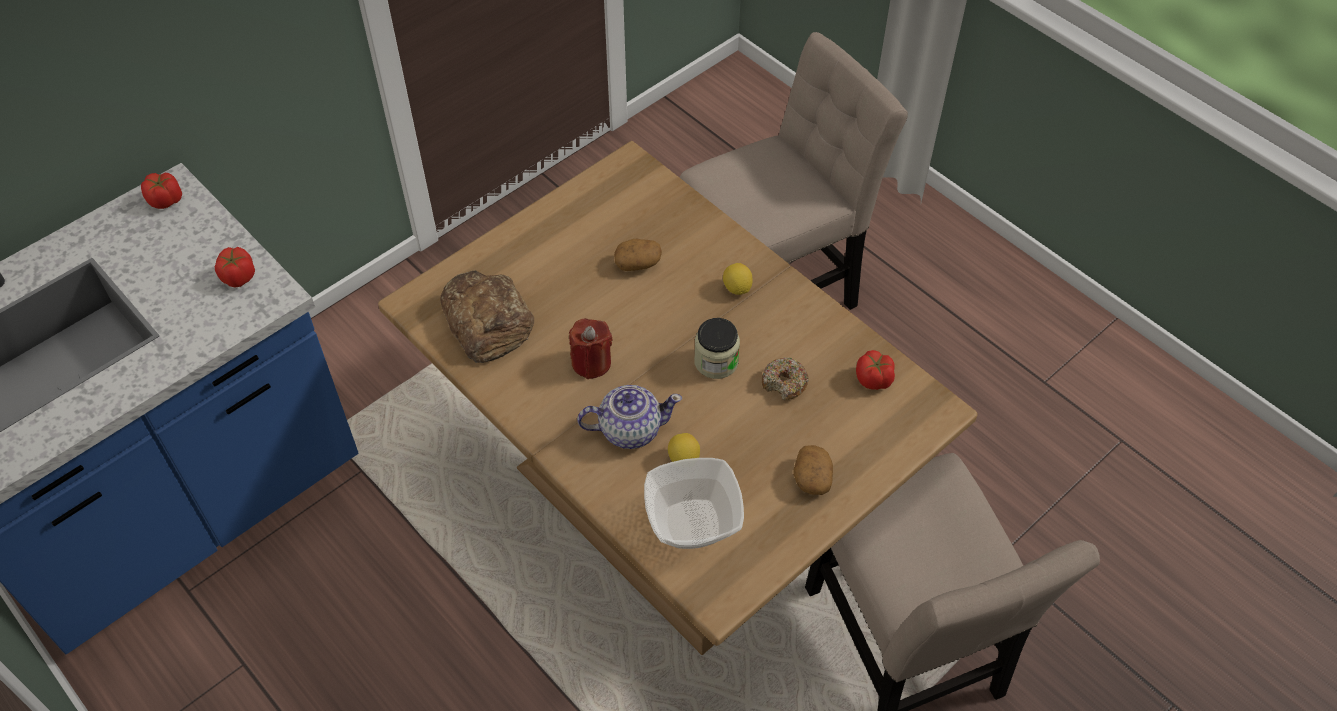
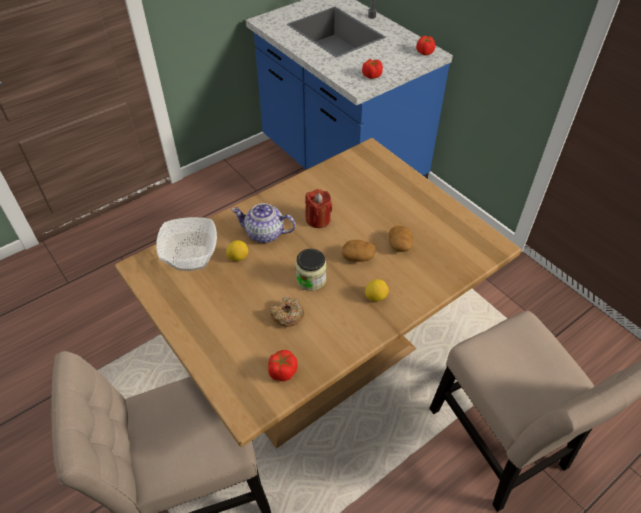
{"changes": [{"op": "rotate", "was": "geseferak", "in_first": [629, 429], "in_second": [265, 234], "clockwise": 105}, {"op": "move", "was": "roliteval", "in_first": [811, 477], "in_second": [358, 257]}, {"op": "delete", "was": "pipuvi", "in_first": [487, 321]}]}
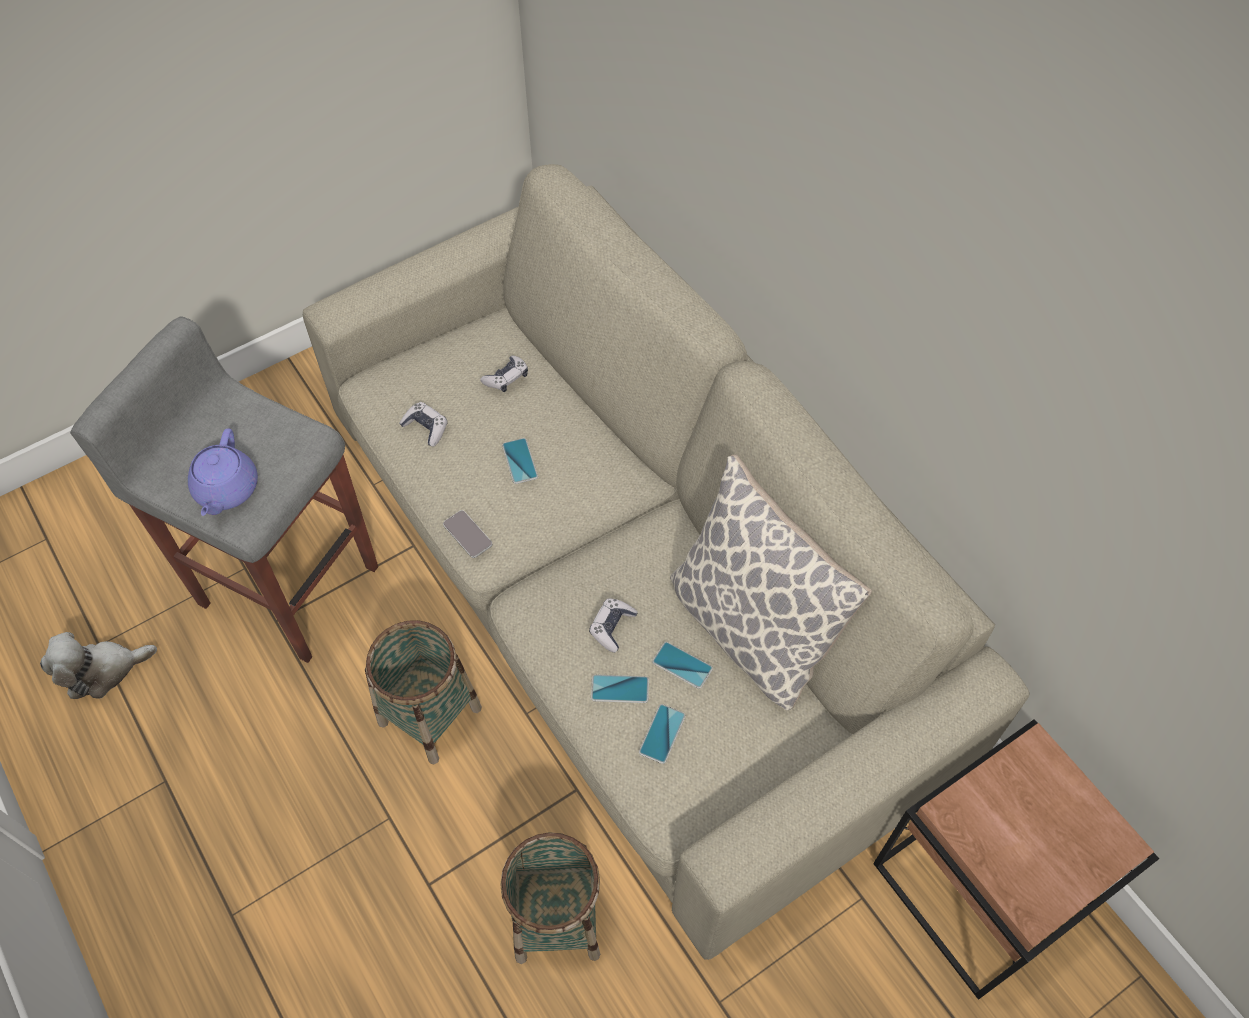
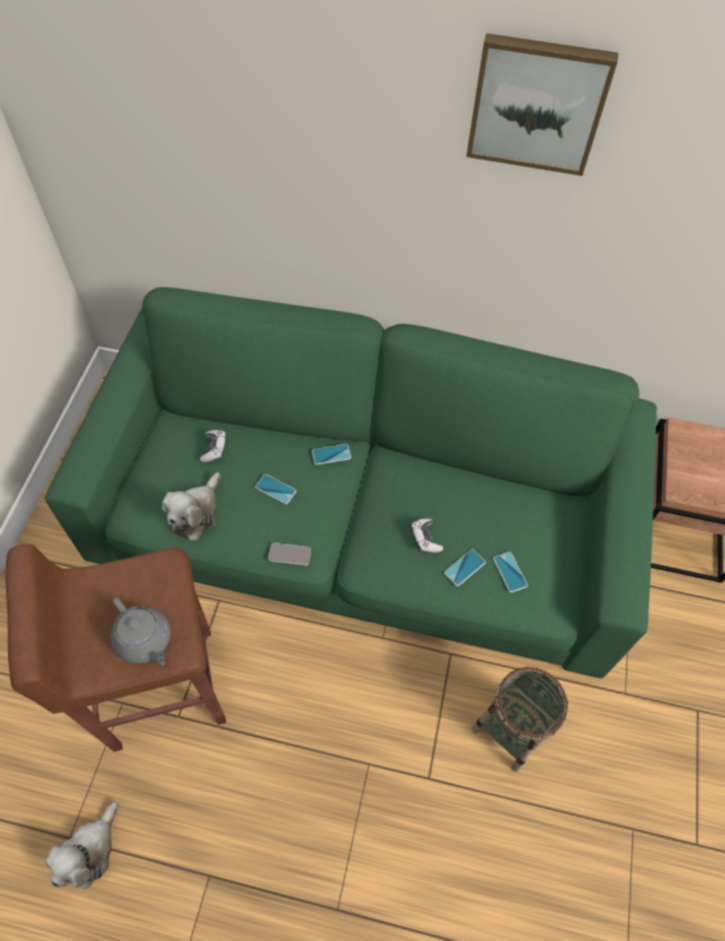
{"changes": [{"op": "recolor", "was": "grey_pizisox", "now": "brown_pizisox", "in_first": [287, 582], "in_second": [161, 687]}, {"op": "recolor", "was": "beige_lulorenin", "now": "green_lulorenin", "in_first": [625, 580], "in_second": [360, 521]}, {"op": "recolor", "was": "purple_geseferak", "now": "grey_geseferak", "in_first": [226, 490], "in_second": [144, 640]}, {"op": "replace", "was": "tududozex", "now": "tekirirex", "in_first": [426, 428], "in_second": [196, 513]}, {"op": "move", "was": "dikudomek", "in_first": [682, 665], "in_second": [331, 454]}, {"op": "insert", "now": "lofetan", "in_second": [537, 103]}, {"op": "delete", "was": "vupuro", "in_first": [430, 715]}, {"op": "delete", "was": "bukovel", "in_first": [750, 627]}]}
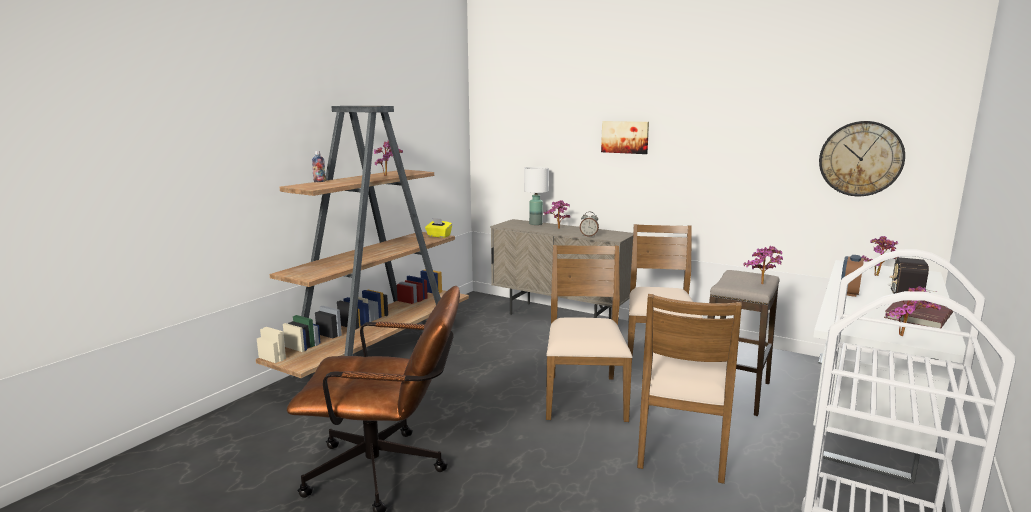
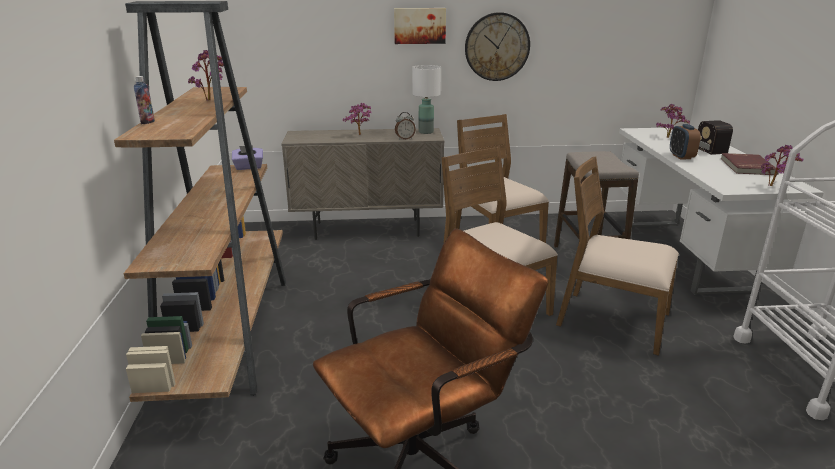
{"changes": [{"op": "recolor", "was": "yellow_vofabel", "now": "purple_vofabel", "in_first": [438, 236], "in_second": [249, 167]}, {"op": "move", "was": "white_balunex", "in_first": [536, 224], "in_second": [426, 132]}, {"op": "move", "was": "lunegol", "in_first": [860, 158], "in_second": [497, 47]}, {"op": "rotate", "was": "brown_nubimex", "in_first": [682, 445], "in_second": [612, 320], "clockwise": 135}, {"op": "delete", "was": "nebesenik", "in_first": [763, 285]}]}
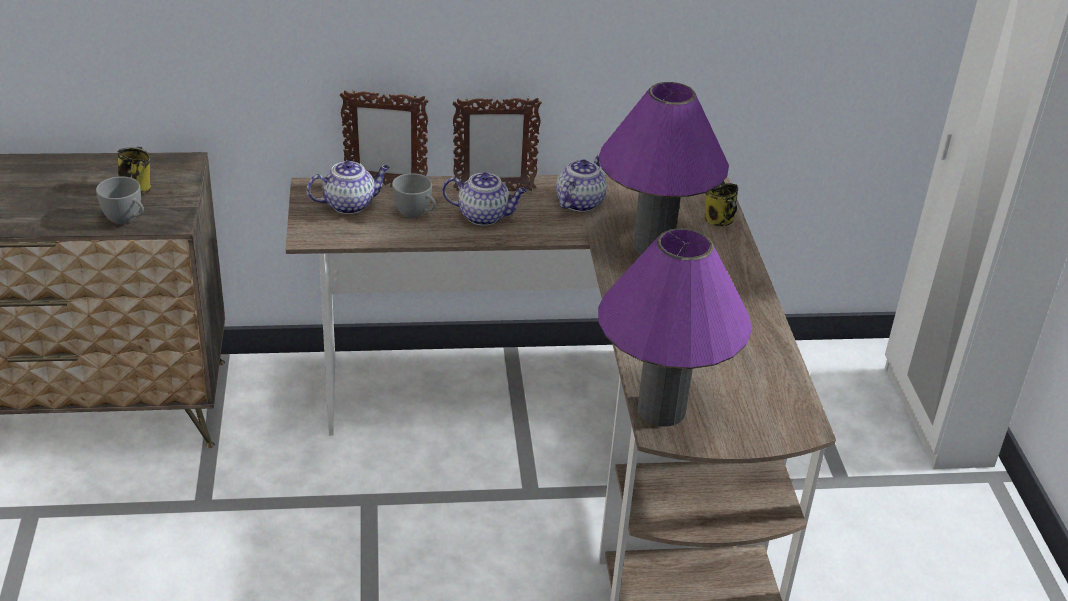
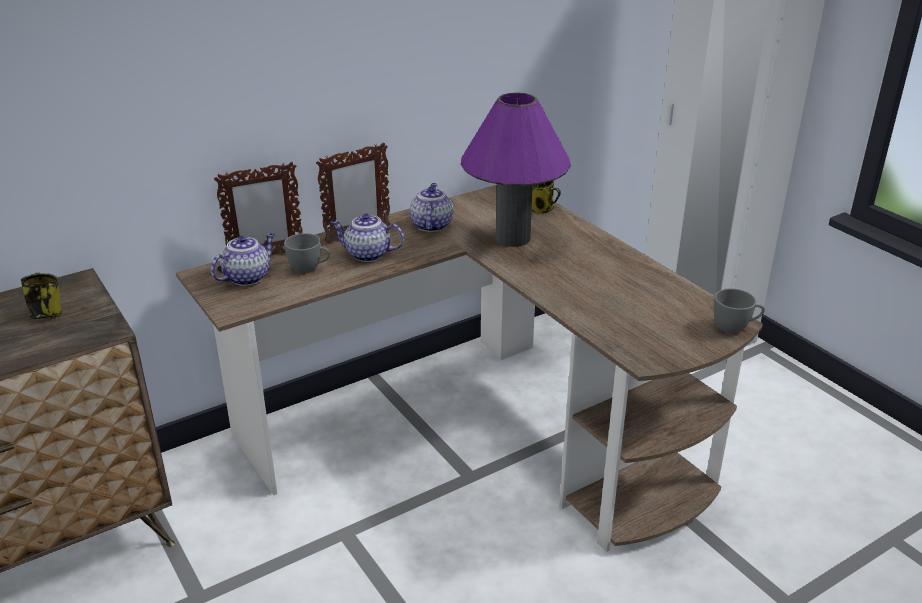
{"changes": [{"op": "rotate", "was": "geseferak", "in_first": [484, 216], "in_second": [367, 254], "clockwise": -150}, {"op": "move", "was": "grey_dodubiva", "in_first": [126, 219], "in_second": [735, 327]}, {"op": "delete", "was": "purple_balunex", "in_first": [661, 410]}]}
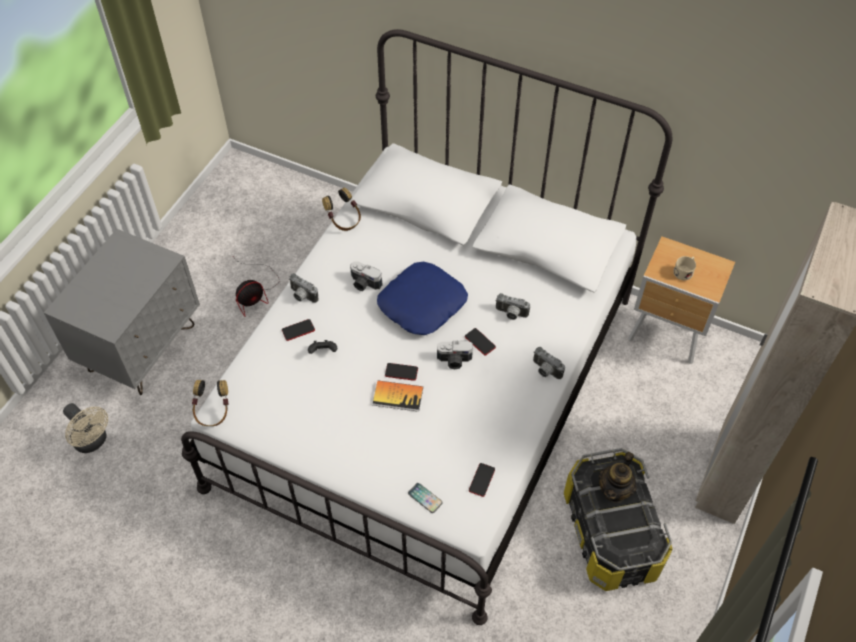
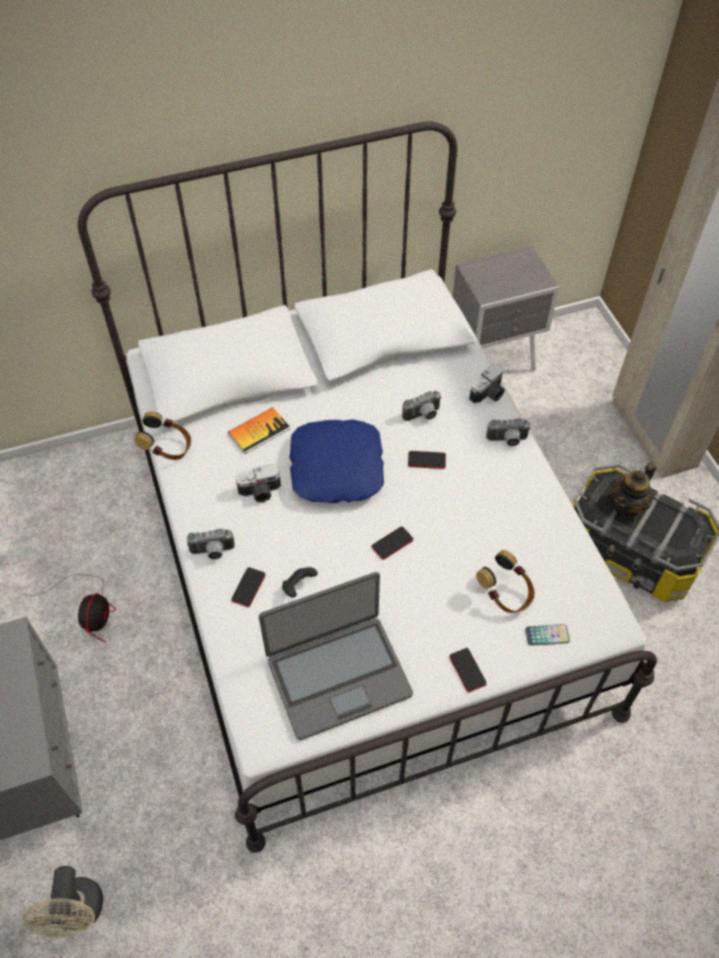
{"changes": [{"op": "rotate", "was": "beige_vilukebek", "in_first": [93, 442], "in_second": [78, 914], "clockwise": 90}, {"op": "move", "was": "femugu", "in_first": [398, 396], "in_second": [259, 431]}, {"op": "insert", "now": "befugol", "in_second": [338, 675]}, {"op": "move", "was": "dikudomek", "in_first": [482, 480], "in_second": [467, 670]}, {"op": "recolor", "was": "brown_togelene", "now": "grey_togelene", "in_first": [668, 336], "in_second": [494, 362]}, {"op": "move", "was": "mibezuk", "in_first": [454, 360], "in_second": [489, 394]}, {"op": "move", "was": "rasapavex", "in_first": [213, 412], "in_second": [505, 594]}, {"op": "rotate", "was": "geseferak", "in_first": [615, 490], "in_second": [627, 506], "clockwise": 60}, {"op": "delete", "was": "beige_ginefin", "in_first": [684, 271]}]}
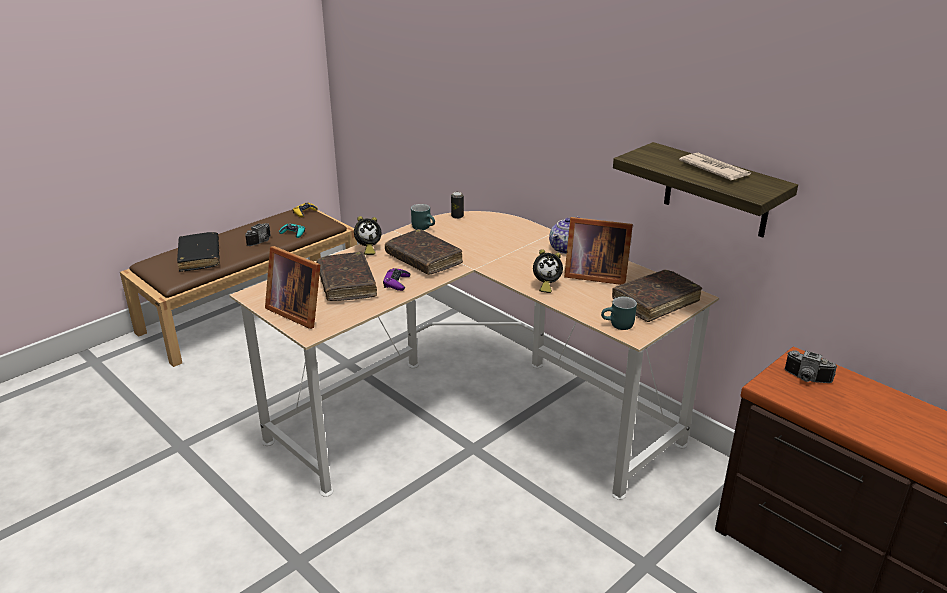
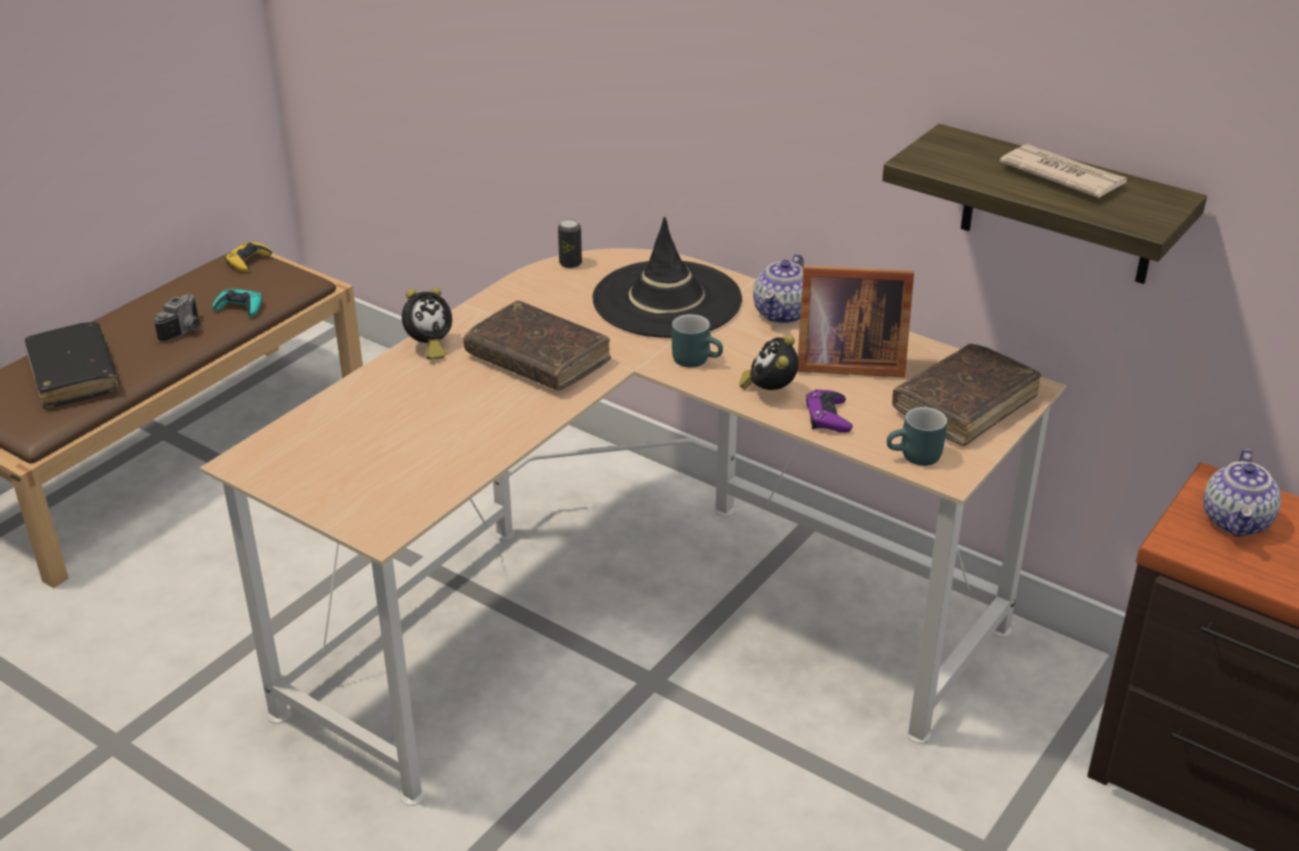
{"changes": [{"op": "insert", "now": "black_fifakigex", "in_second": [667, 300]}, {"op": "move", "was": "turquoise_ginefin", "in_first": [424, 227], "in_second": [697, 359]}, {"op": "rotate", "was": "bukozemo", "in_first": [545, 285], "in_second": [769, 391], "clockwise": 120}, {"op": "move", "was": "purple_tududozex", "in_first": [396, 283], "in_second": [828, 417]}, {"op": "replace", "was": "mibezuk", "now": "geseferak", "in_first": [806, 379], "in_second": [1237, 522]}, {"op": "delete", "was": "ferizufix", "in_first": [297, 311]}, {"op": "delete", "was": "brown_femugu", "in_first": [346, 284]}]}
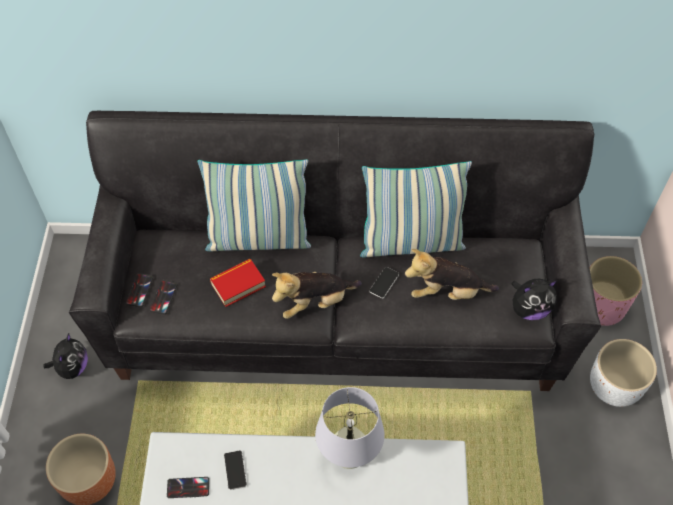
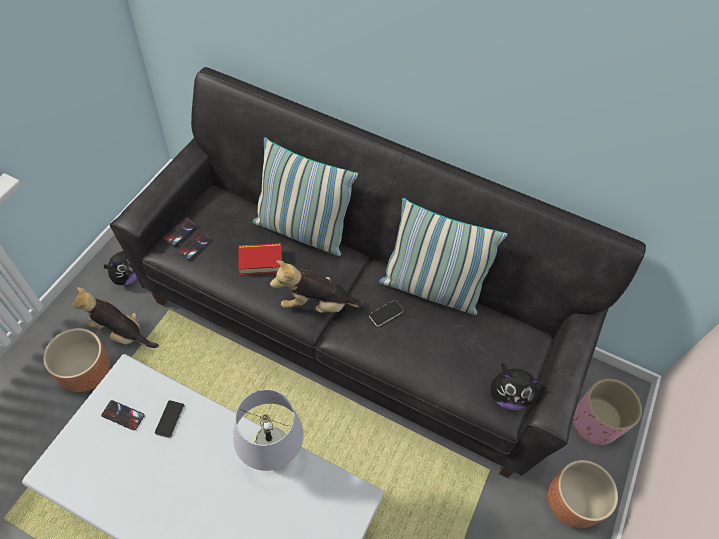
{"changes": [{"op": "move", "was": "tekirirex", "in_first": [446, 292], "in_second": [120, 332]}, {"op": "recolor", "was": "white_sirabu", "now": "brown_sirabu", "in_first": [614, 387], "in_second": [571, 503]}]}
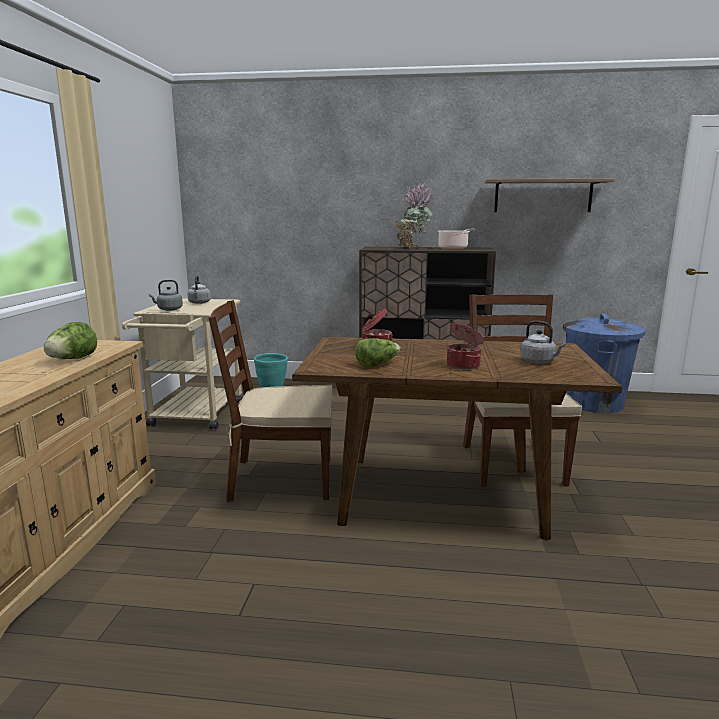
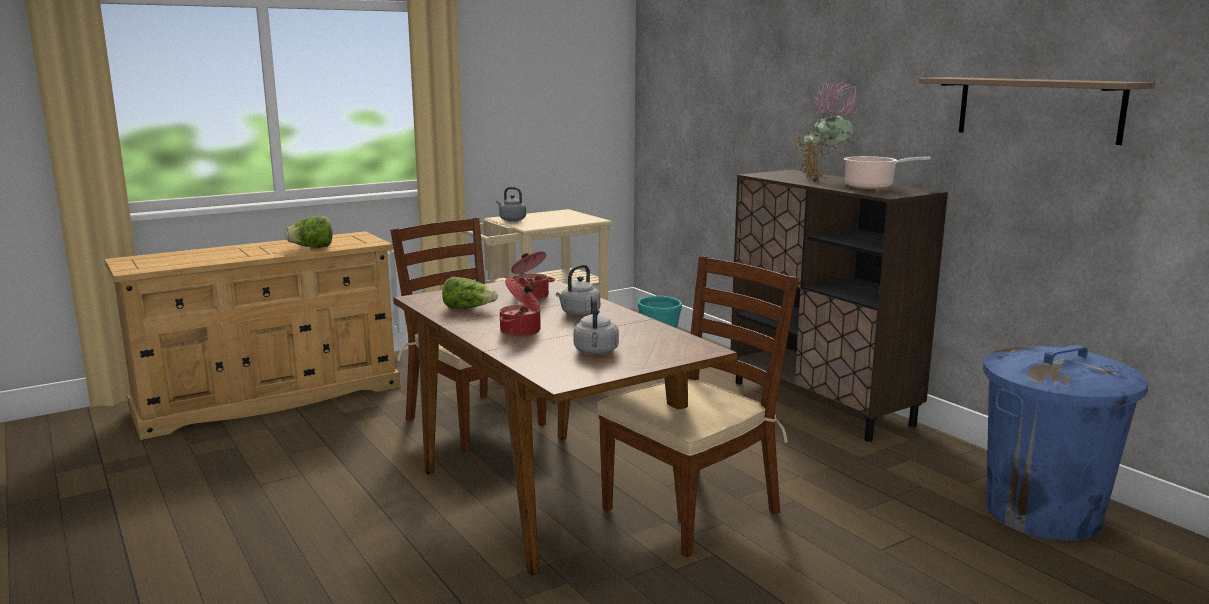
{"changes": [{"op": "move", "was": "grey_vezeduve", "in_first": [199, 303], "in_second": [578, 313]}]}
